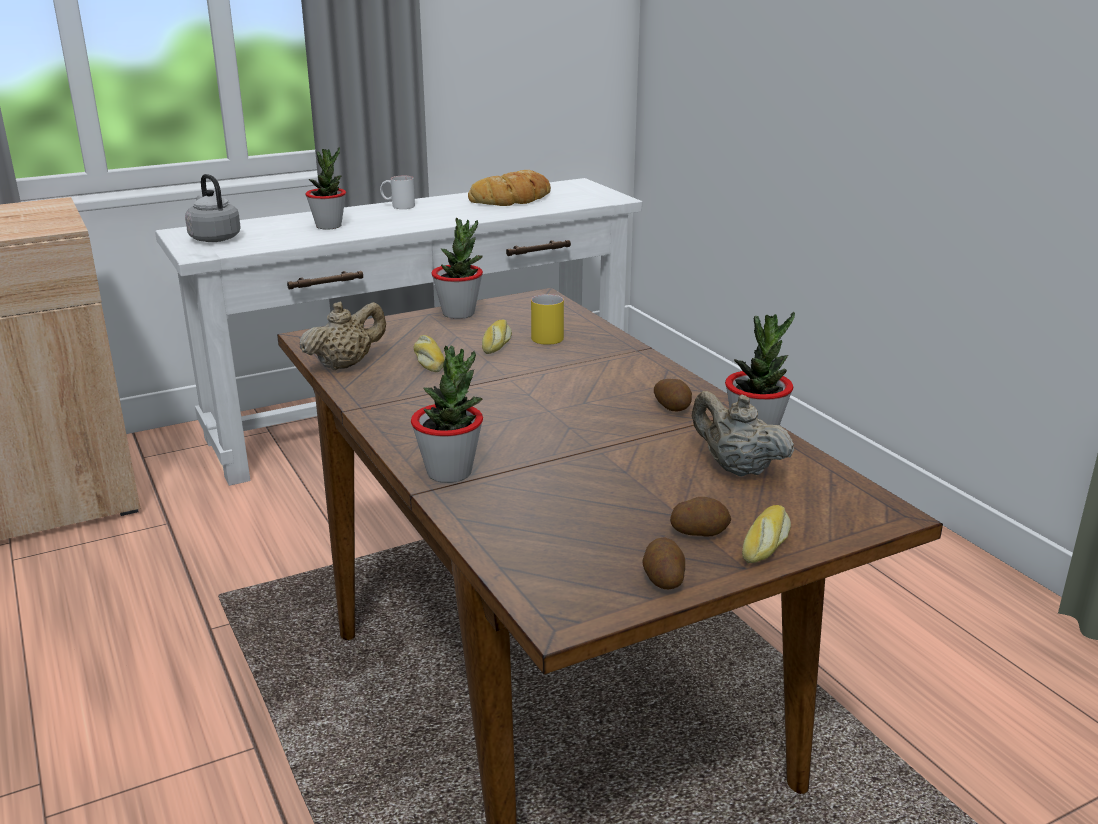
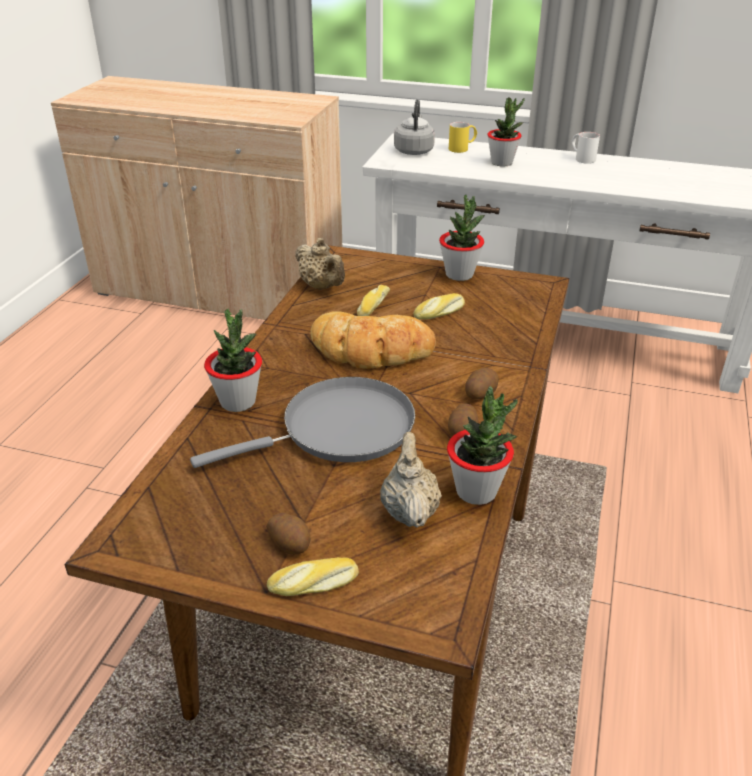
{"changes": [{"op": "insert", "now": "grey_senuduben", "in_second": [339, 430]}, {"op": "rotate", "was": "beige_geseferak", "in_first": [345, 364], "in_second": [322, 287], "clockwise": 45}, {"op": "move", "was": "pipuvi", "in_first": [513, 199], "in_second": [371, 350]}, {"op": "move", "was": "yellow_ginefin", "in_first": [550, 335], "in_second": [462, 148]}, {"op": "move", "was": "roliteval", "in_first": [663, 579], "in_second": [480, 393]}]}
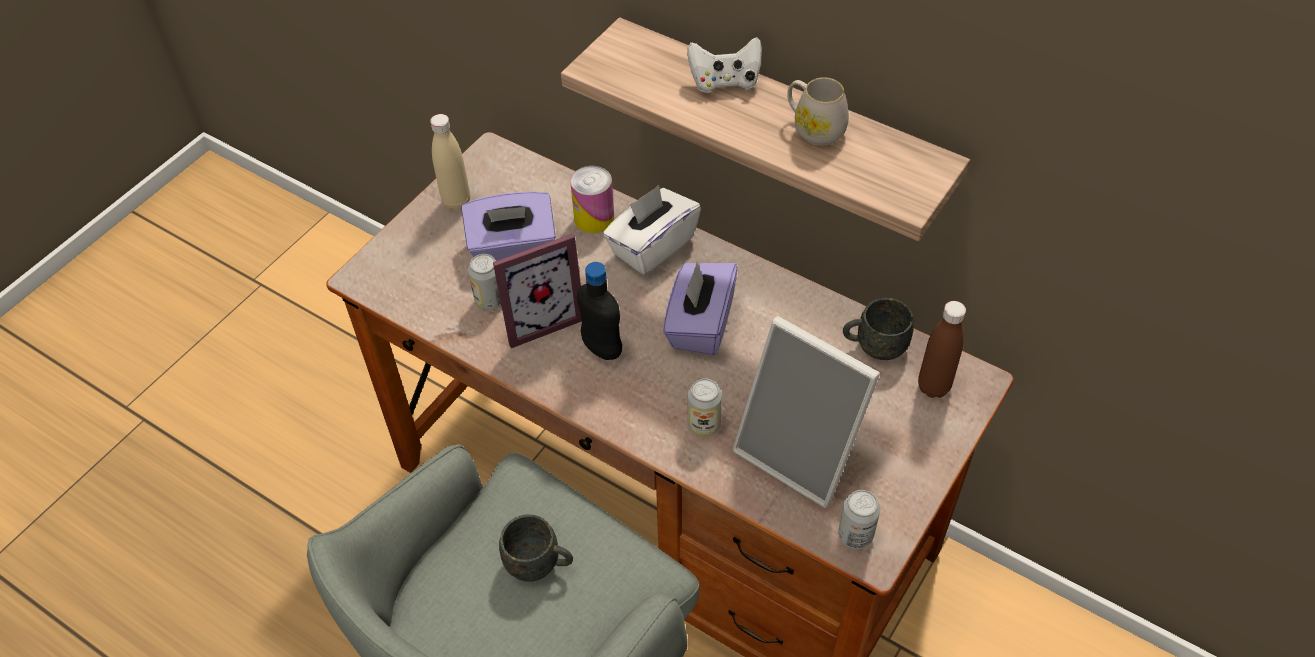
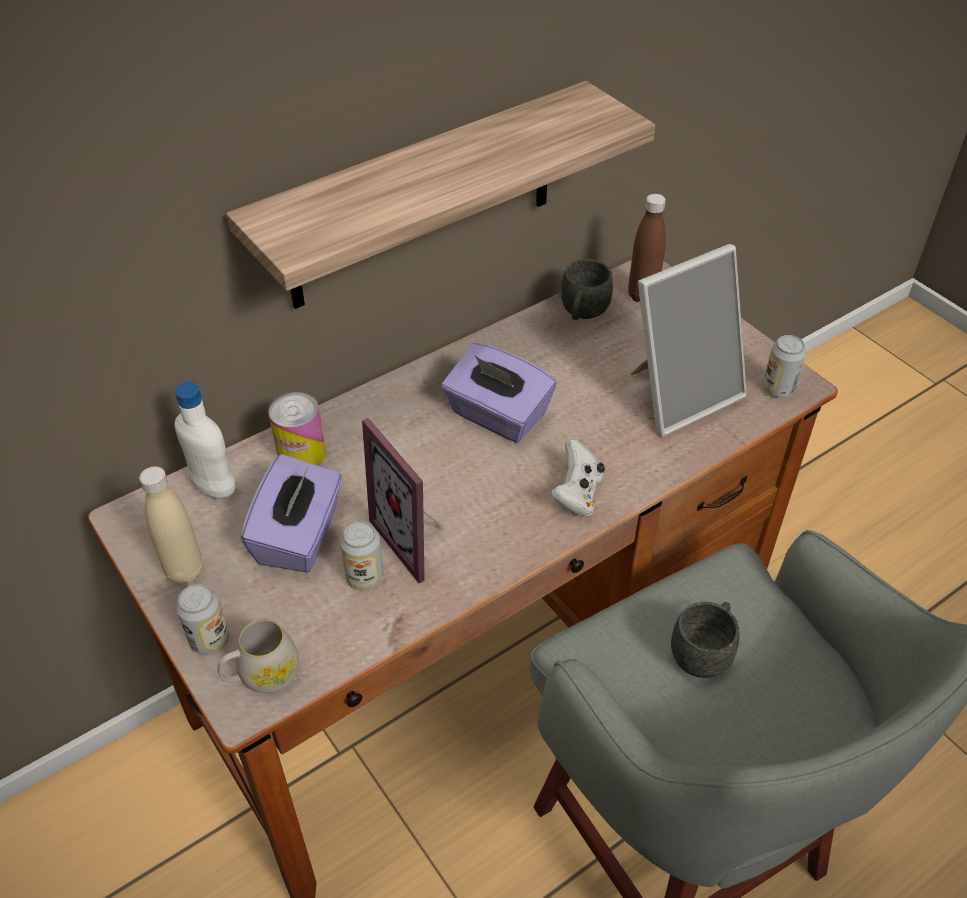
{"changes": [{"op": "insert", "now": "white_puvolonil", "in_second": [214, 488]}, {"op": "move", "was": "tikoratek", "in_first": [704, 425], "in_second": [210, 640]}, {"op": "move", "was": "white_ginefin", "in_first": [813, 128], "in_second": [262, 676]}, {"op": "rotate", "was": "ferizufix", "in_first": [539, 318], "in_second": [417, 539], "clockwise": 150}, {"op": "move", "was": "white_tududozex", "in_first": [725, 82], "in_second": [577, 495]}, {"op": "delete", "was": "black_puvolonil", "in_first": [602, 348]}, {"op": "delete", "was": "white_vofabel", "in_first": [652, 246]}]}
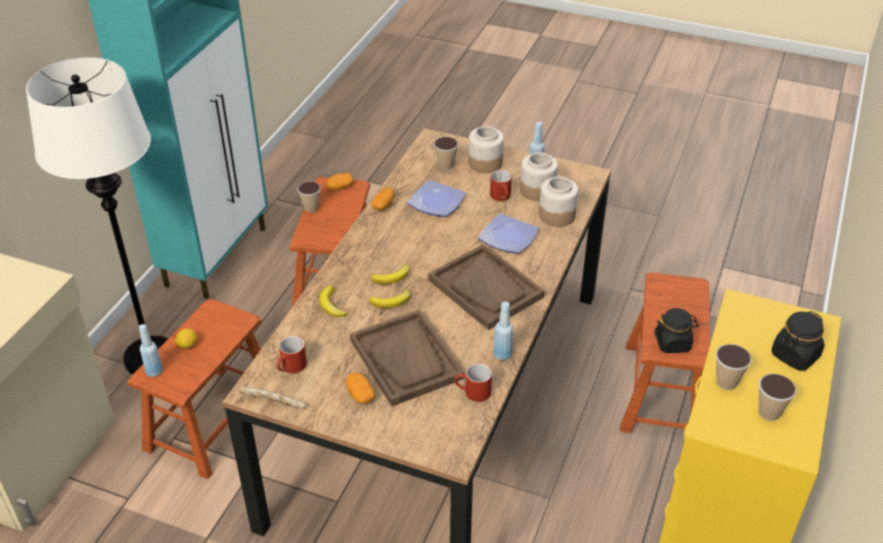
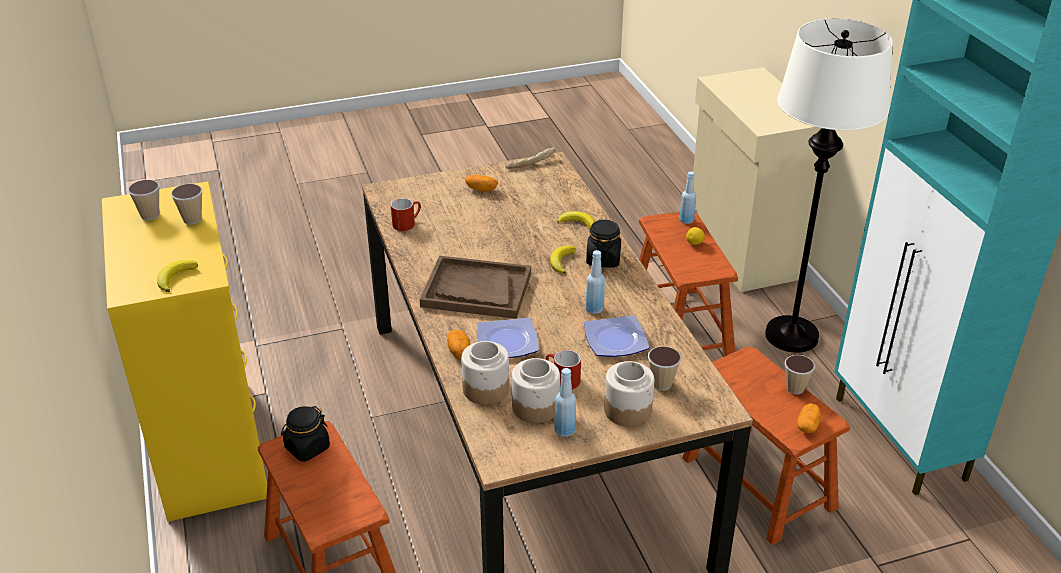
{"changes": [{"op": "move", "was": "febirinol", "in_first": [392, 302], "in_second": [175, 277]}, {"op": "move", "was": "roliteval", "in_first": [383, 205], "in_second": [459, 352]}, {"op": "move", "was": "blue_puvolonil", "in_first": [502, 354], "in_second": [594, 309]}, {"op": "move", "was": "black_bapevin", "in_first": [795, 356], "in_second": [603, 259]}, {"op": "delete", "was": "red_ginefin", "in_first": [291, 368]}, {"op": "delete", "was": "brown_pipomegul", "in_first": [406, 359]}]}
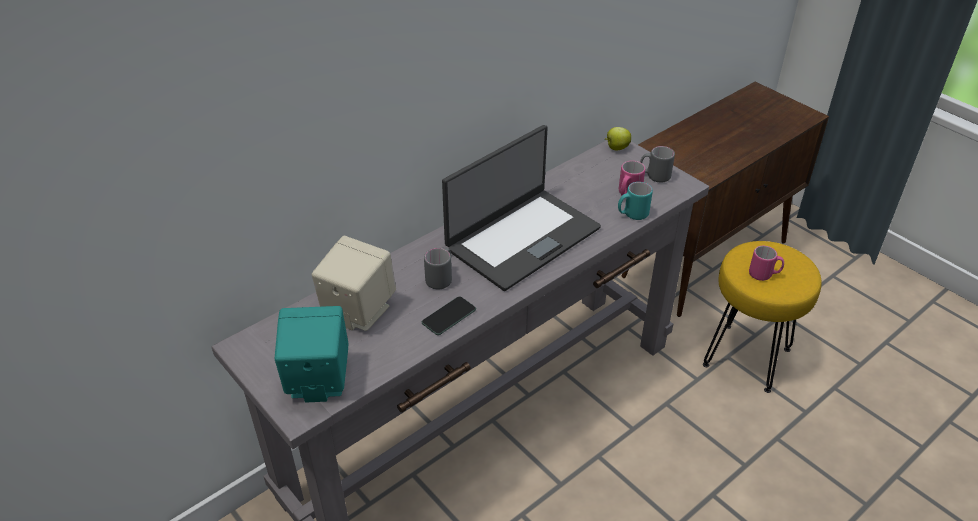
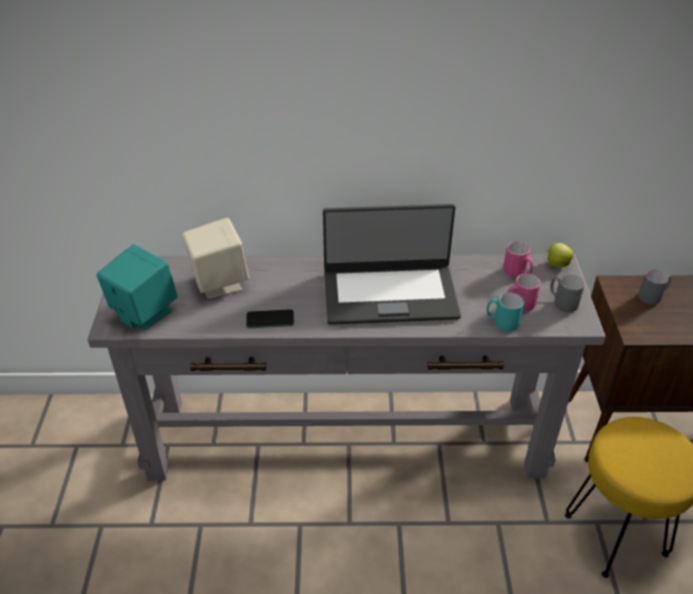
{"changes": [{"op": "move", "was": "pink_ginefin", "in_first": [764, 275], "in_second": [517, 273]}, {"op": "move", "was": "grey_ginefin", "in_first": [441, 278], "in_second": [652, 297]}]}
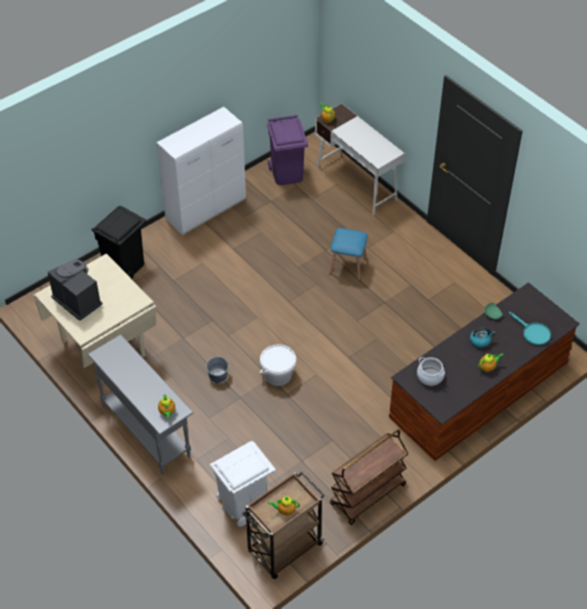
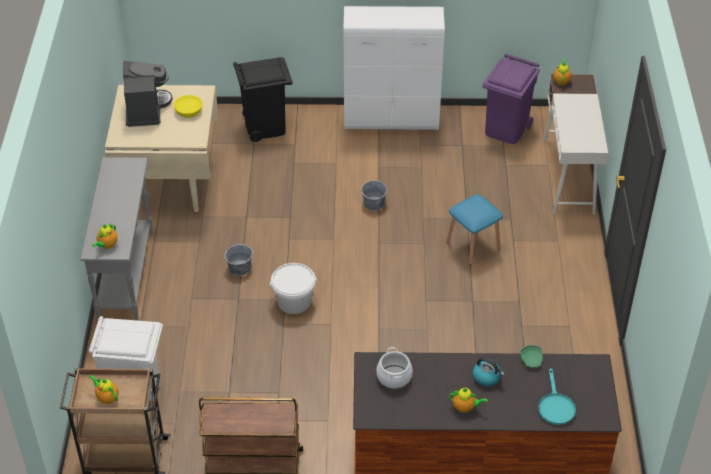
{"changes": [{"op": "insert", "now": "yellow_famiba", "in_second": [189, 111]}, {"op": "insert", "now": "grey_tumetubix", "in_second": [374, 203]}]}
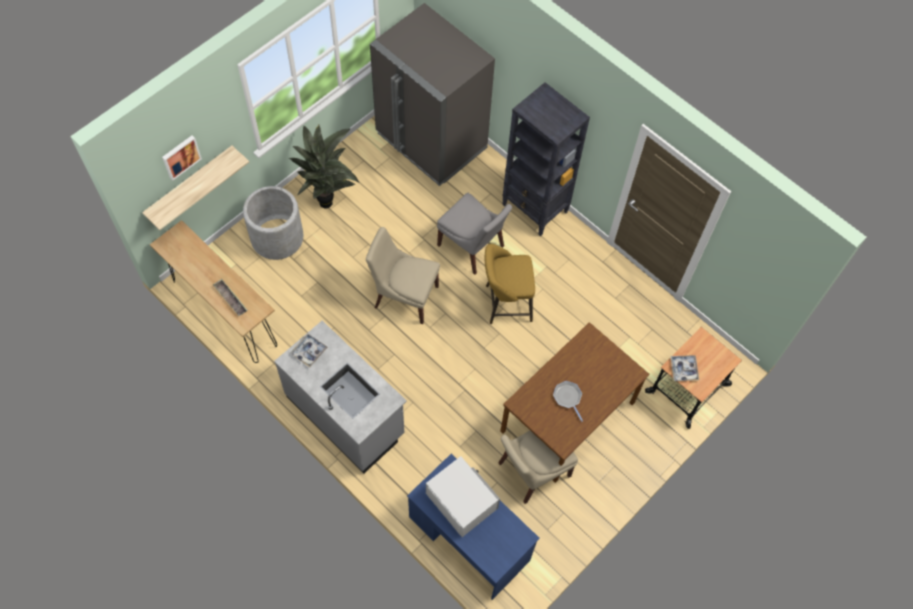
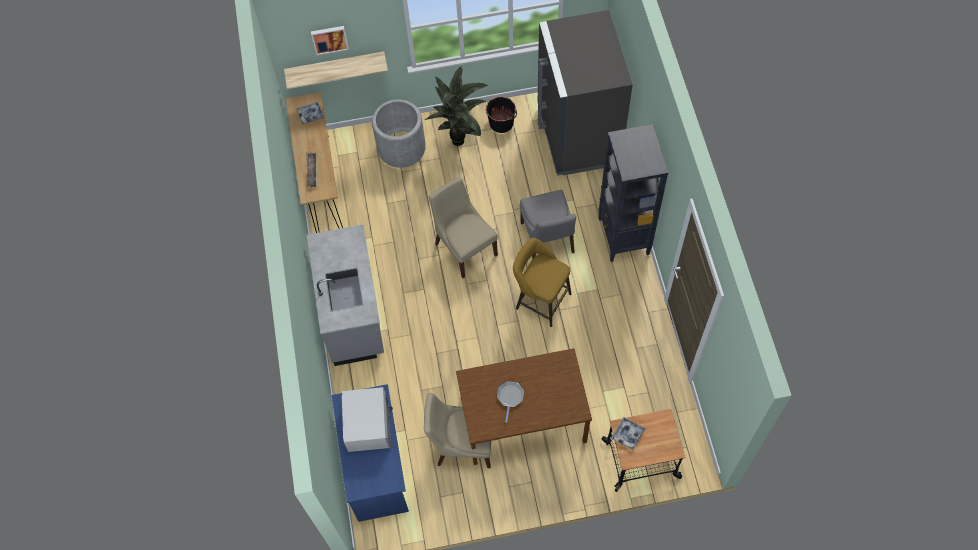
{"changes": [{"op": "move", "was": "pipomegul", "in_first": [309, 351], "in_second": [310, 115]}, {"op": "insert", "now": "black_tumetubix", "in_second": [501, 123]}]}
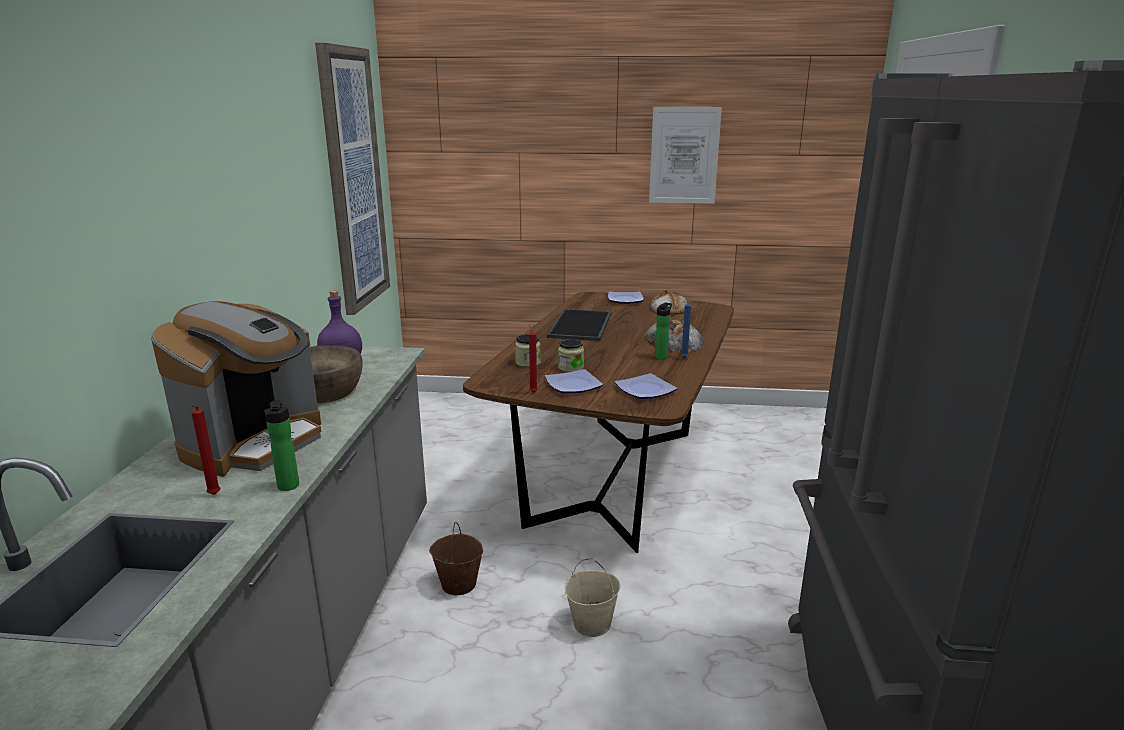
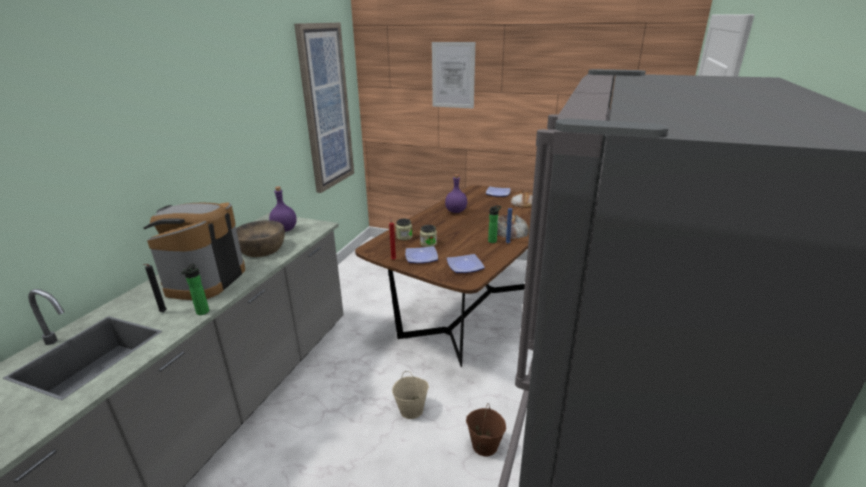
{"changes": [{"op": "recolor", "was": "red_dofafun", "now": "black_dofafun", "in_first": [213, 496], "in_second": [162, 313]}, {"op": "rotate", "was": "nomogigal", "in_first": [255, 443], "in_second": [204, 280], "clockwise": 150}, {"op": "move", "was": "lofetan", "in_first": [684, 155], "in_second": [453, 75]}, {"op": "replace", "was": "pipomegul", "now": "purple_puvolonil", "in_first": [582, 325], "in_second": [456, 211]}, {"op": "move", "was": "brown_tumetubix", "in_first": [458, 584], "in_second": [484, 445]}]}
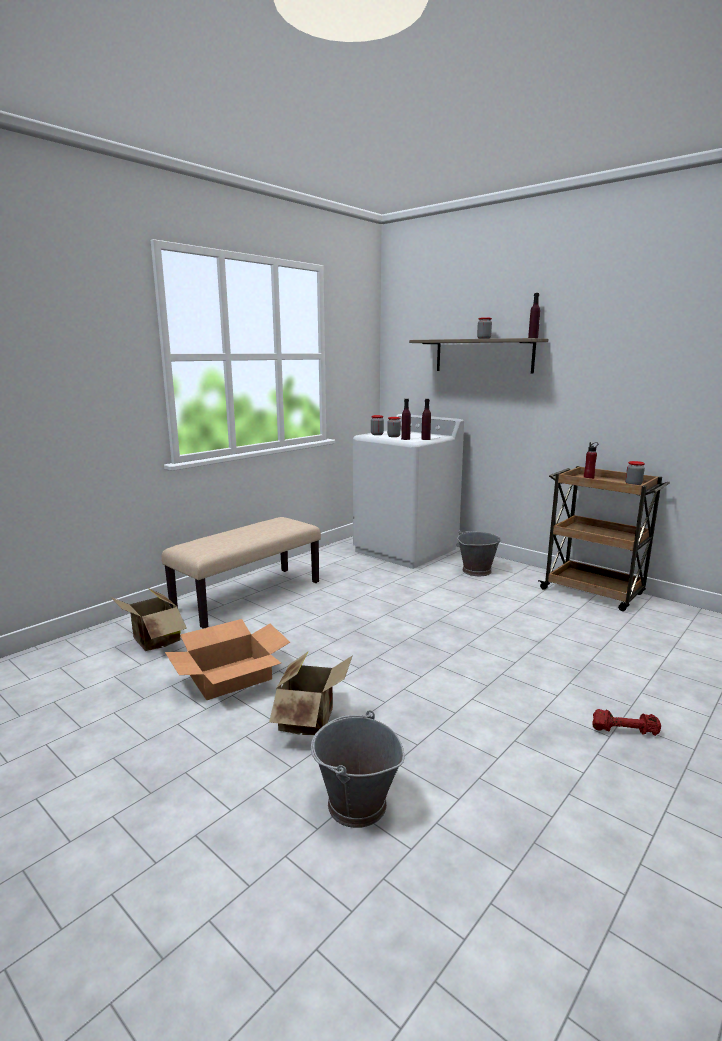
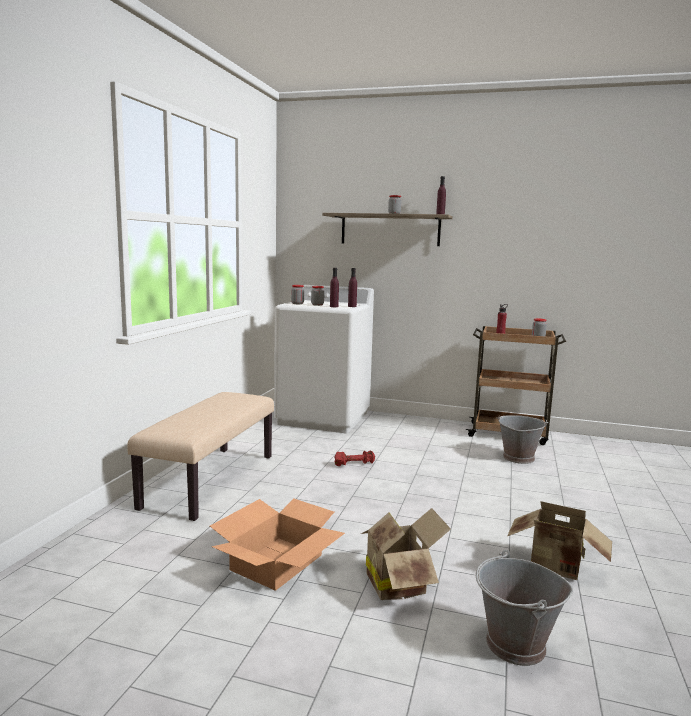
{"changes": [{"op": "move", "was": "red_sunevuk", "in_first": [624, 731], "in_second": [354, 464]}, {"op": "move", "was": "grey_tumetubix", "in_first": [476, 571], "in_second": [518, 457]}, {"op": "move", "was": "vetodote", "in_first": [153, 642], "in_second": [556, 568]}]}
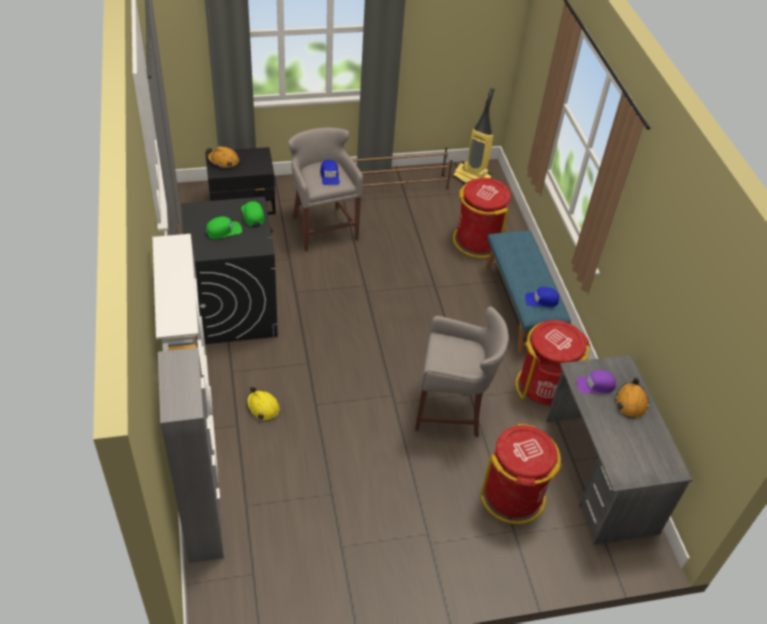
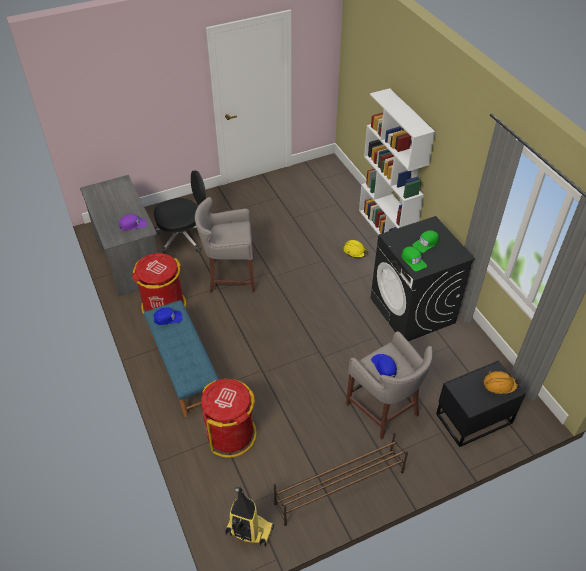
{"changes": [{"op": "replace", "was": "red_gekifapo", "now": "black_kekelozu", "in_first": [513, 496], "in_second": [184, 237]}, {"op": "delete", "was": "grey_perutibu", "in_first": [204, 527]}, {"op": "delete", "was": "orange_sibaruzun", "in_first": [631, 402]}]}
